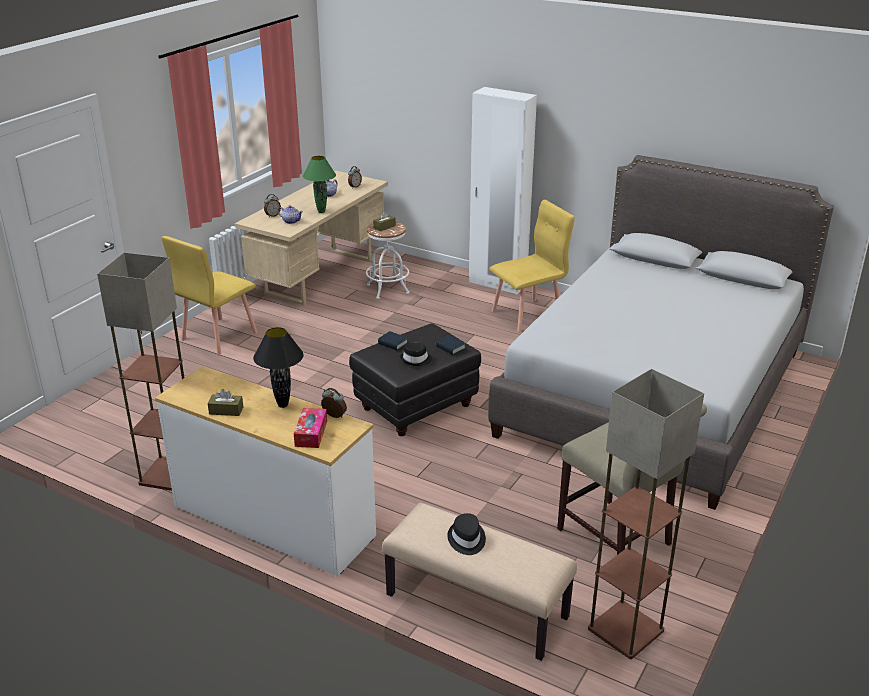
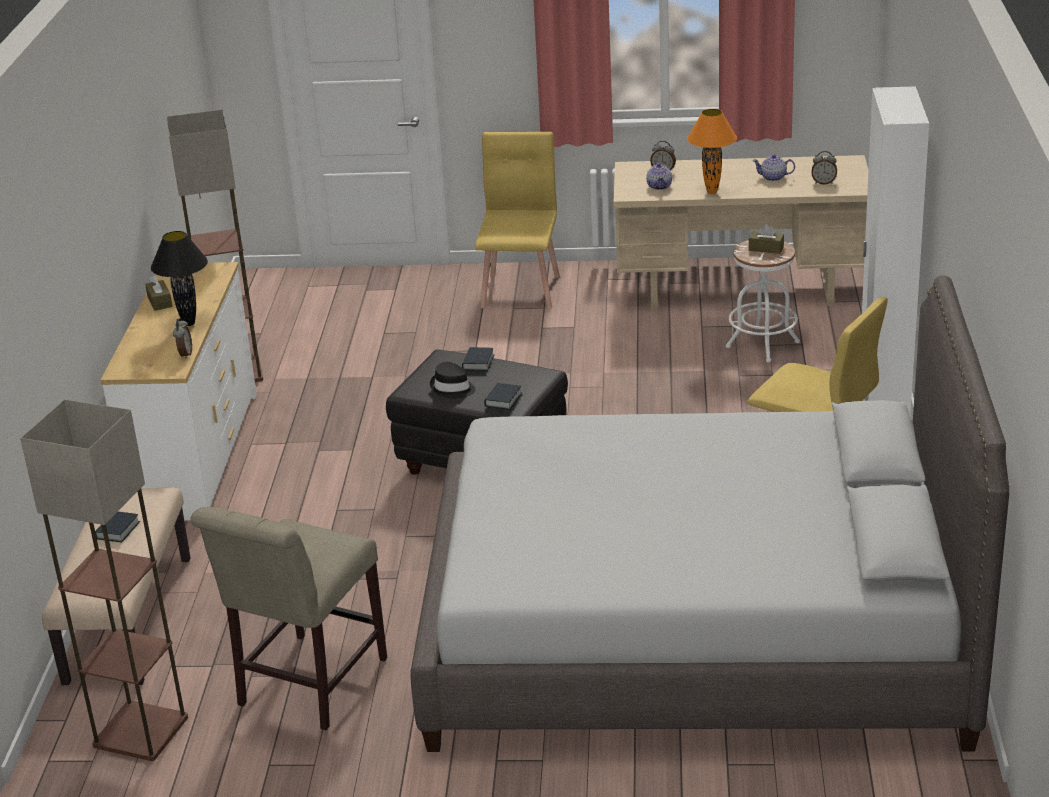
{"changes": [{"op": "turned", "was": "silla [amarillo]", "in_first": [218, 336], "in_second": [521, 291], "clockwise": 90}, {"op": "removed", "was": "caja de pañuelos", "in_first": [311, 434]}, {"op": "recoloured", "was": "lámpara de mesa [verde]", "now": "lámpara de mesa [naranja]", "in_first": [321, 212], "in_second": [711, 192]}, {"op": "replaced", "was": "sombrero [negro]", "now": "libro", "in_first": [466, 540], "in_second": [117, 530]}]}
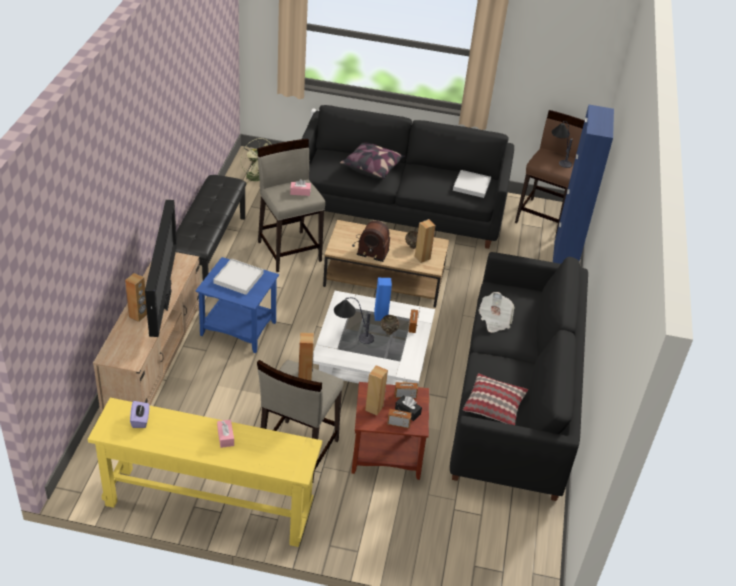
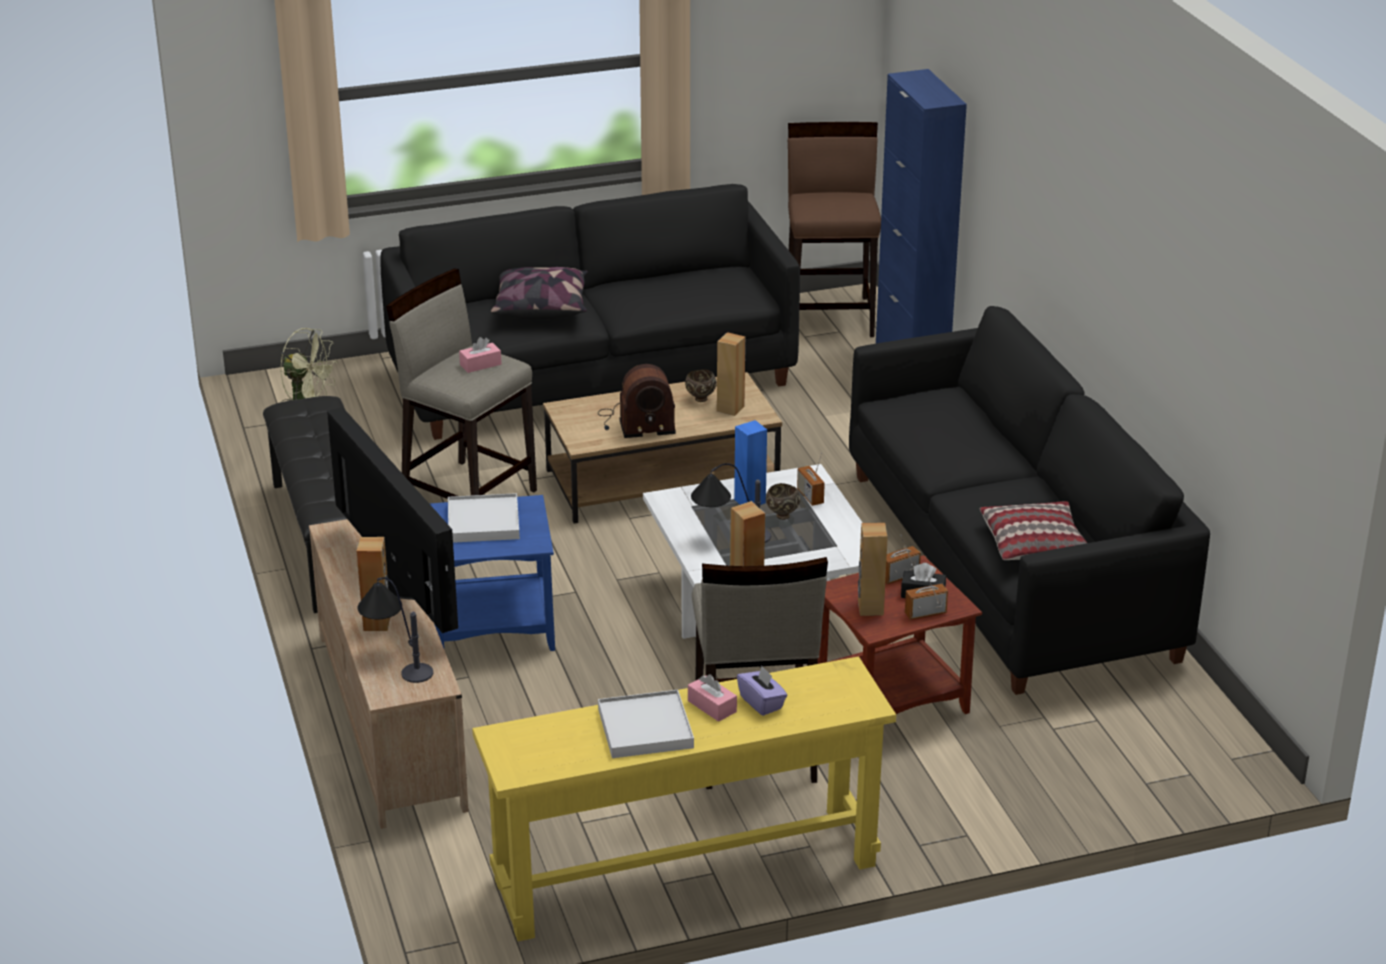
{"changes": [{"op": "moved", "was": "caja de pañuelos [morado]", "in_first": [140, 420], "in_second": [762, 703]}, {"op": "moved", "was": "bandeja [blanco]", "in_first": [471, 185], "in_second": [645, 728]}, {"op": "removed", "was": "periódico", "in_first": [494, 320]}, {"op": "moved", "was": "lámpara de mesa", "in_first": [559, 156], "in_second": [395, 660]}]}
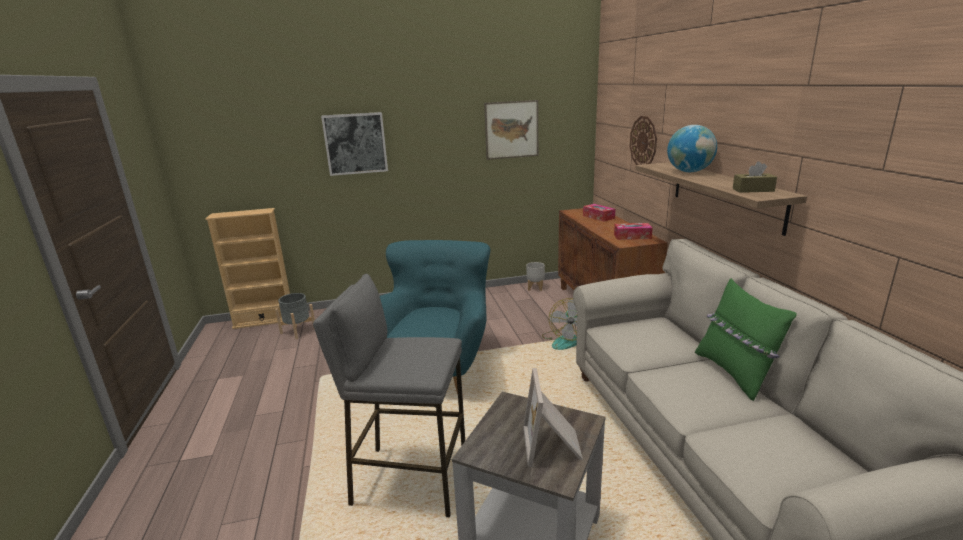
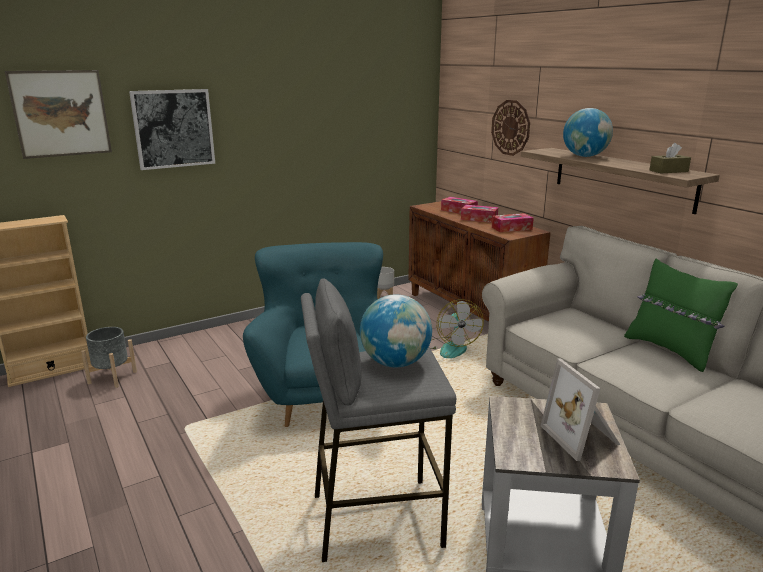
{"changes": [{"op": "moved", "was": "cuadro", "in_first": [511, 129], "in_second": [61, 113]}, {"op": "added", "now": "globo terráqueo", "in_second": [395, 363]}, {"op": "added", "now": "caja de pañuelos", "in_second": [479, 219]}]}
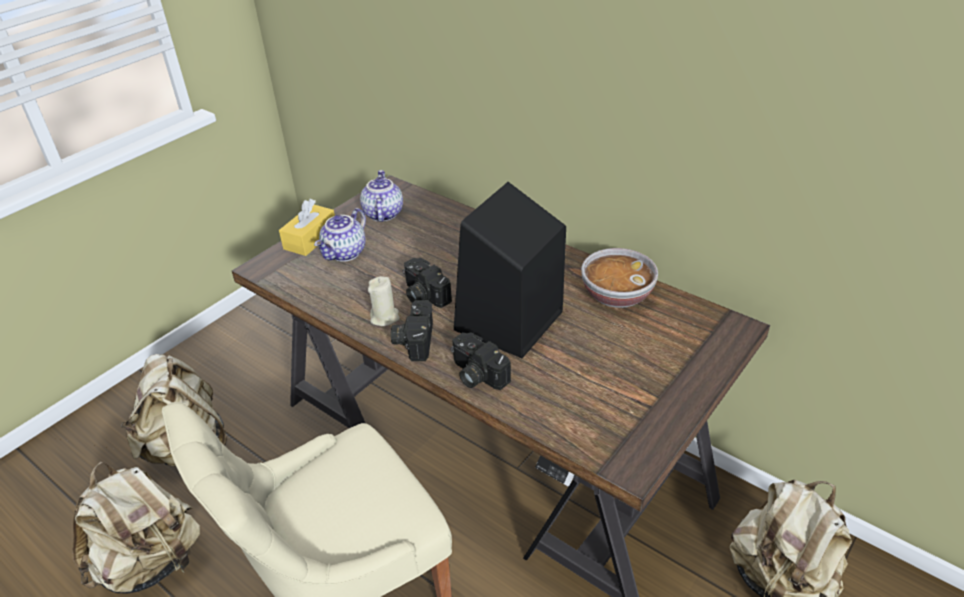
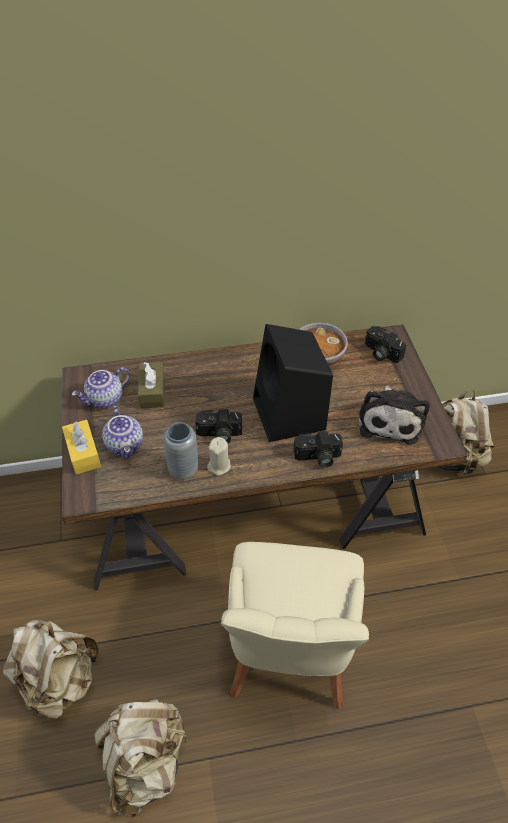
{"changes": [{"op": "turned", "was": "tetera", "in_first": [382, 214], "in_second": [105, 400], "clockwise": -75}, {"op": "moved", "was": "cámara", "in_first": [413, 339], "in_second": [380, 353]}, {"op": "added", "now": "caja de pañuelos [marrón]", "in_second": [152, 391]}, {"op": "added", "now": "florero [gris]", "in_second": [183, 470]}, {"op": "added", "now": "peluche", "in_second": [390, 419]}]}
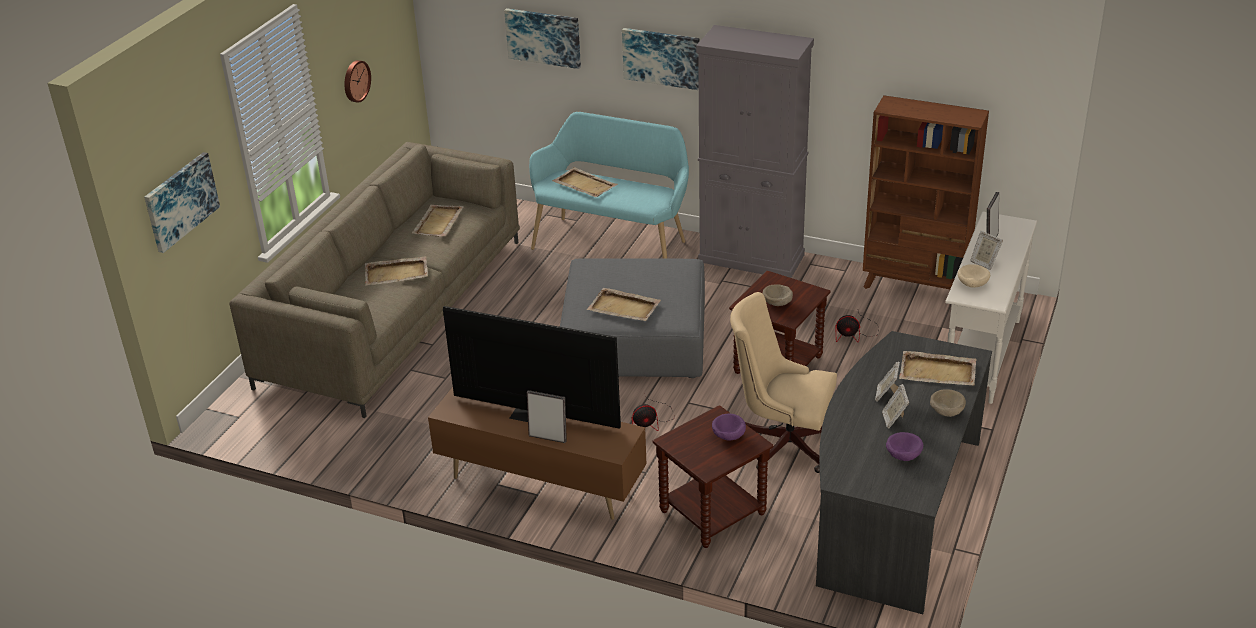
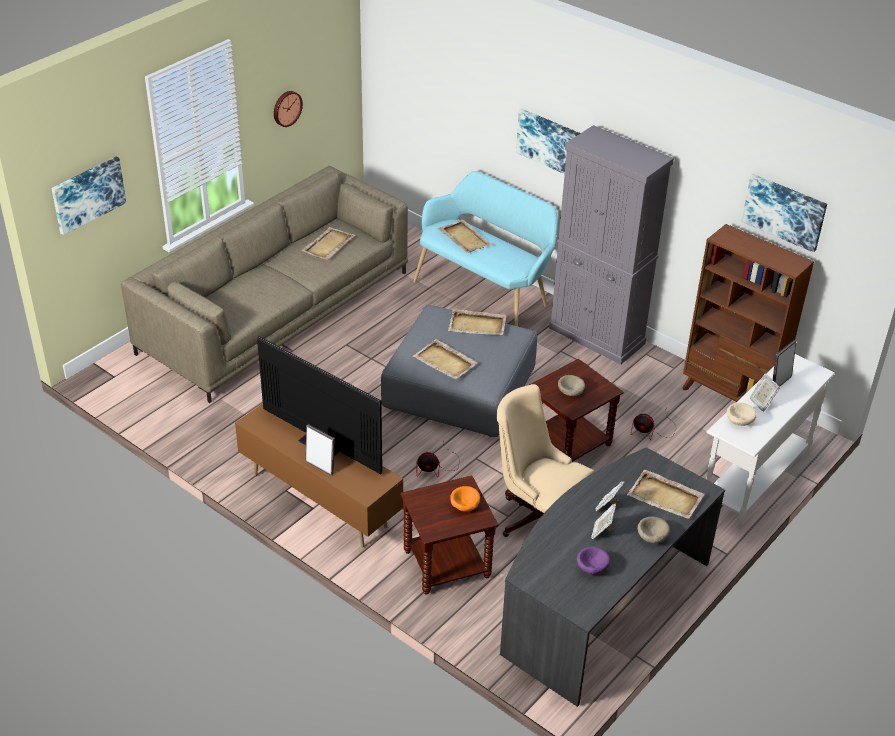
{"changes": [{"op": "moved", "was": "bandeja [beis]", "in_first": [397, 273], "in_second": [478, 325]}, {"op": "moved", "was": "cuadro", "in_first": [543, 37], "in_second": [784, 211]}, {"op": "recoloured", "was": "cuenco [morado]", "now": "cuenco [naranja]", "in_first": [728, 436], "in_second": [464, 506]}]}
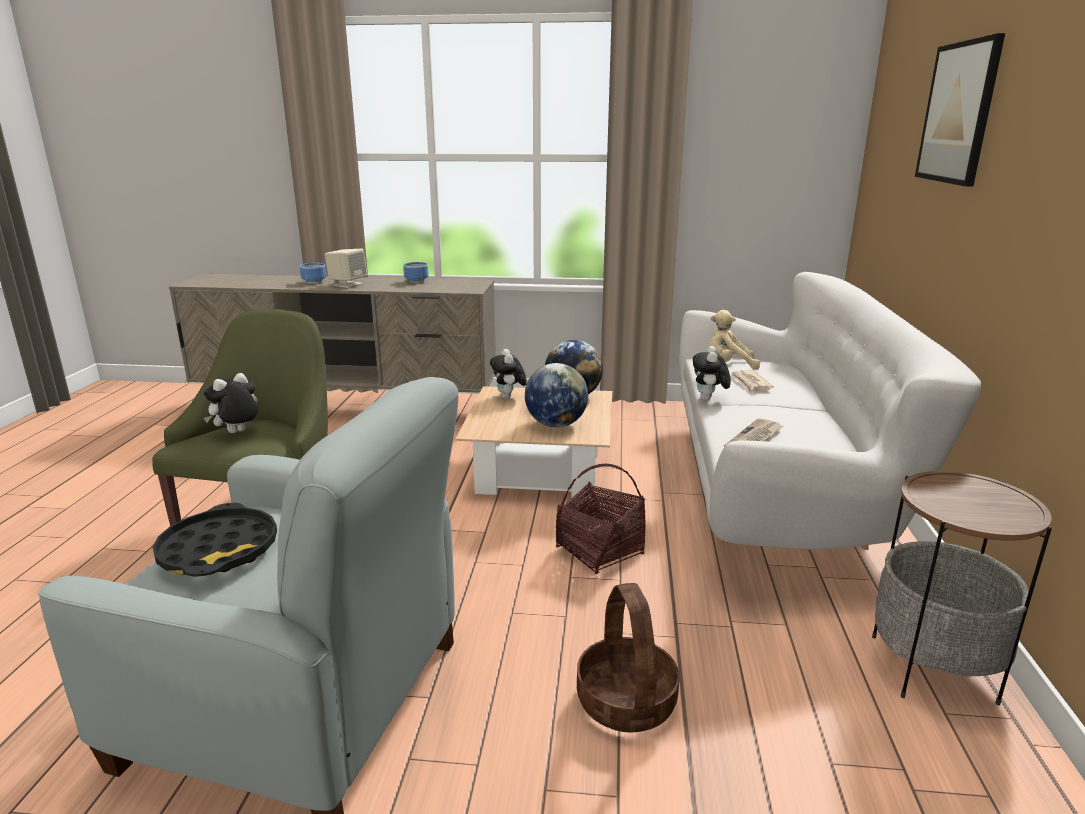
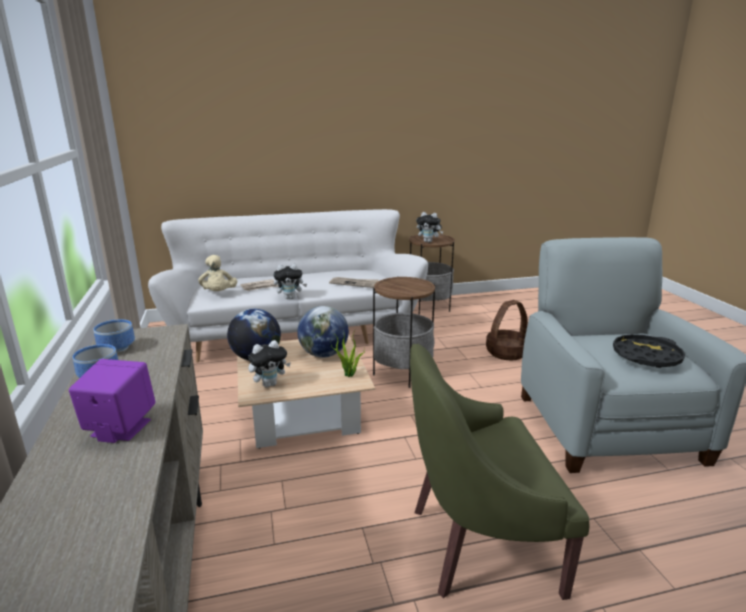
{"changes": [{"op": "moved", "was": "peluche", "in_first": [237, 433], "in_second": [429, 241]}, {"op": "moved", "was": "cuenco", "in_first": [314, 281], "in_second": [115, 348]}, {"op": "recoloured", "was": "altavoz [beis]", "now": "altavoz [morado]", "in_first": [348, 284], "in_second": [120, 428]}, {"op": "replaced", "was": "cesta", "now": "mesa auxiliar", "in_first": [600, 551], "in_second": [402, 372]}, {"op": "removed", "was": "cuadro", "in_first": [958, 113]}, {"op": "added", "now": "planta en maceta", "in_second": [349, 375]}]}
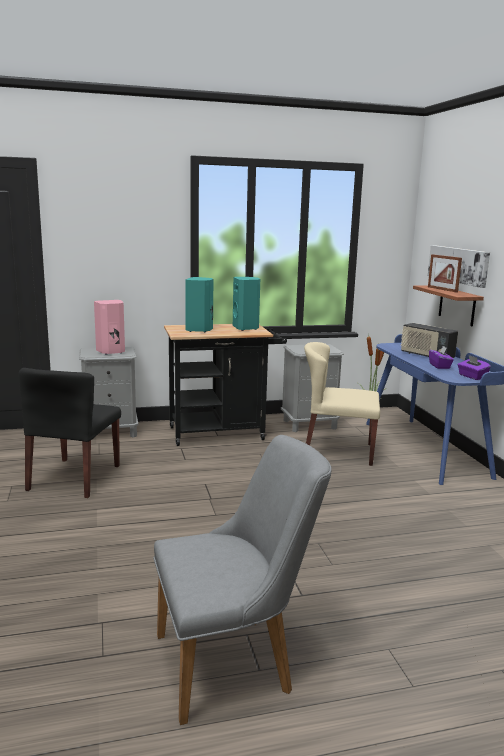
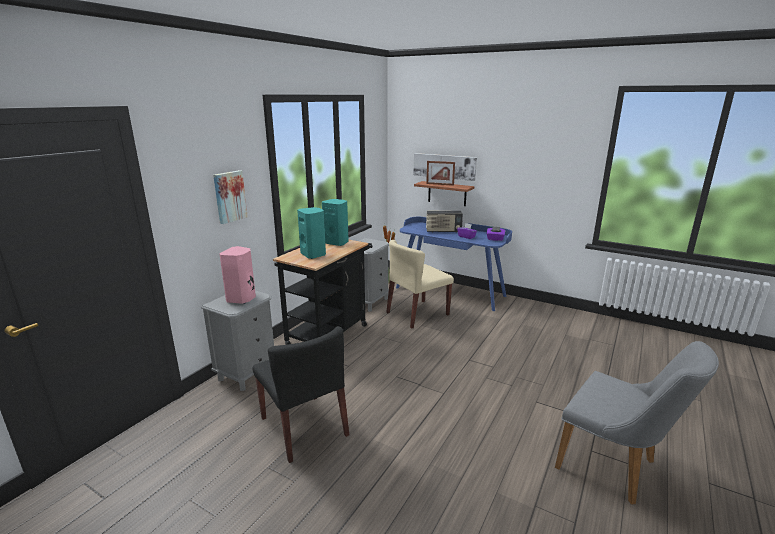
{"changes": [{"op": "turned", "was": "silla [gris]", "in_first": [236, 661], "in_second": [615, 468], "clockwise": 105}, {"op": "added", "now": "cuadro", "in_second": [229, 196]}]}
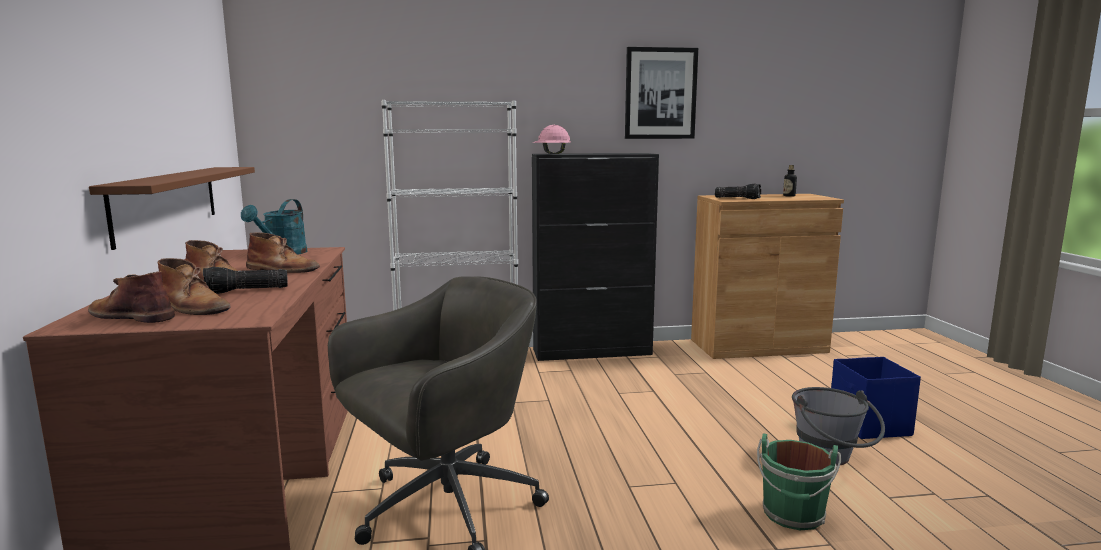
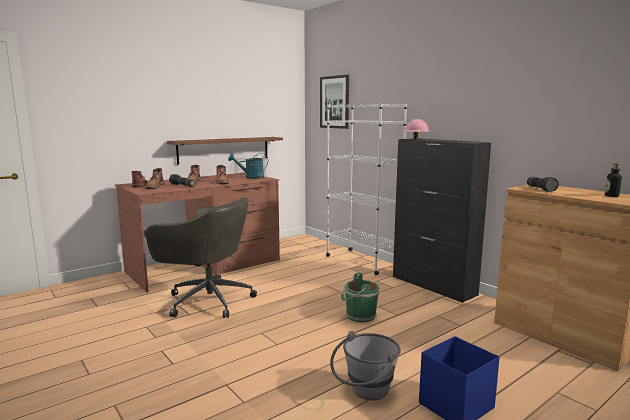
{"changes": [{"op": "moved", "was": "cuadro", "in_first": [660, 93], "in_second": [334, 102]}, {"op": "moved", "was": "cubo [verde]", "in_first": [793, 515], "in_second": [359, 316]}]}
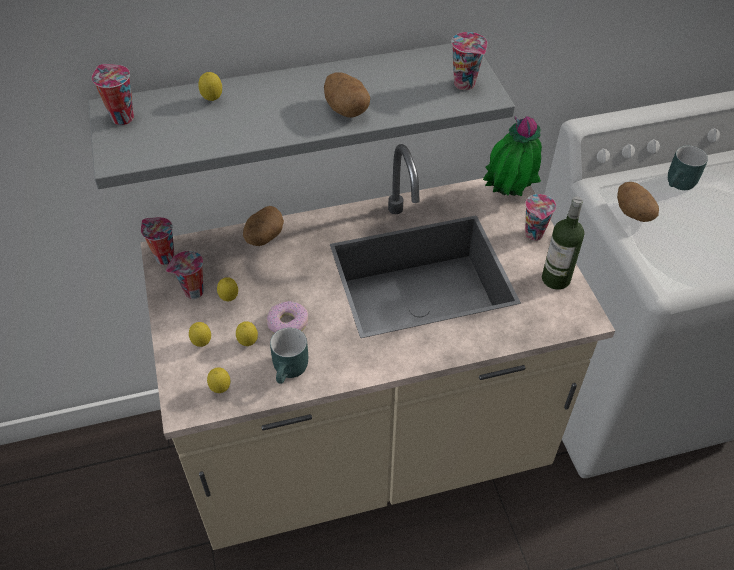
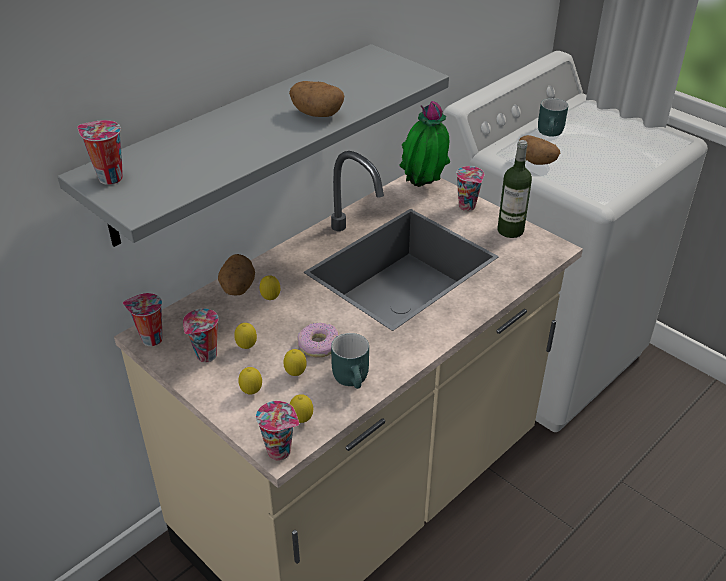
{"changes": [{"op": "moved", "was": "limón", "in_first": [212, 100], "in_second": [271, 299]}, {"op": "moved", "was": "taza", "in_first": [466, 84], "in_second": [281, 451]}]}
